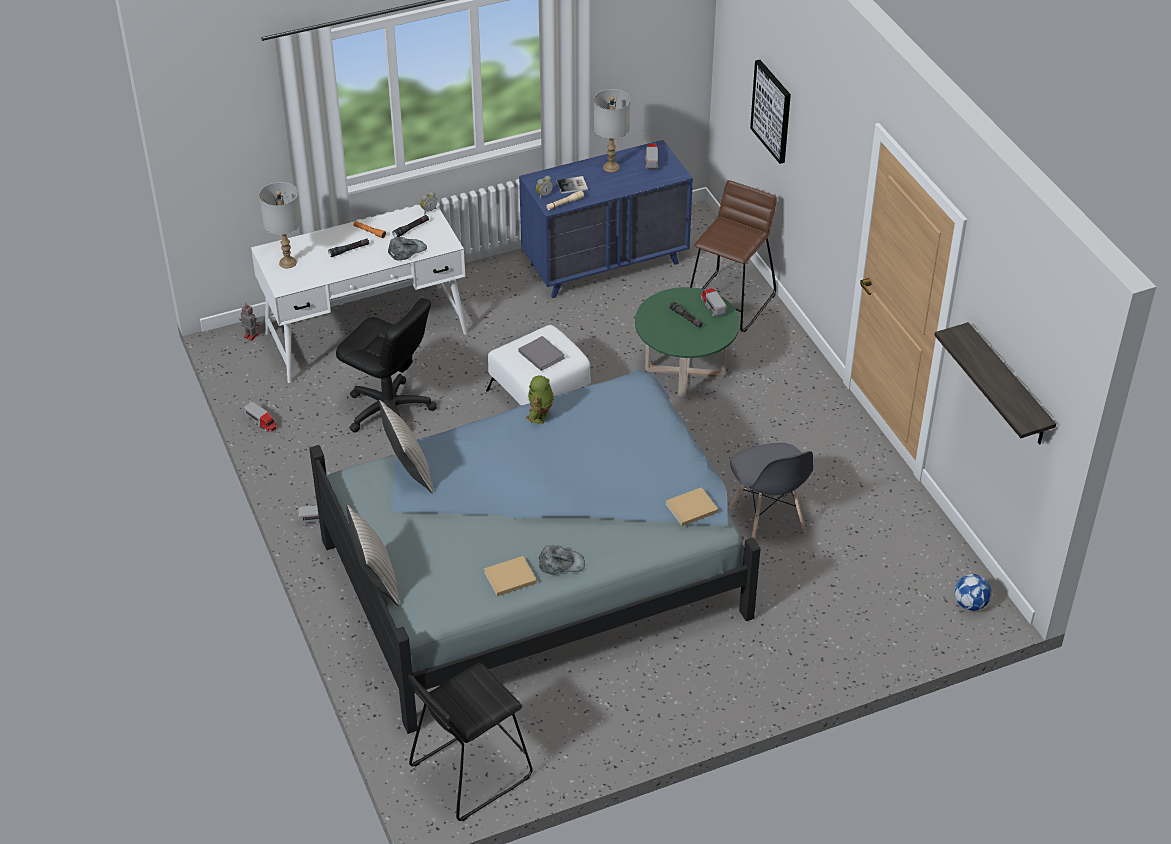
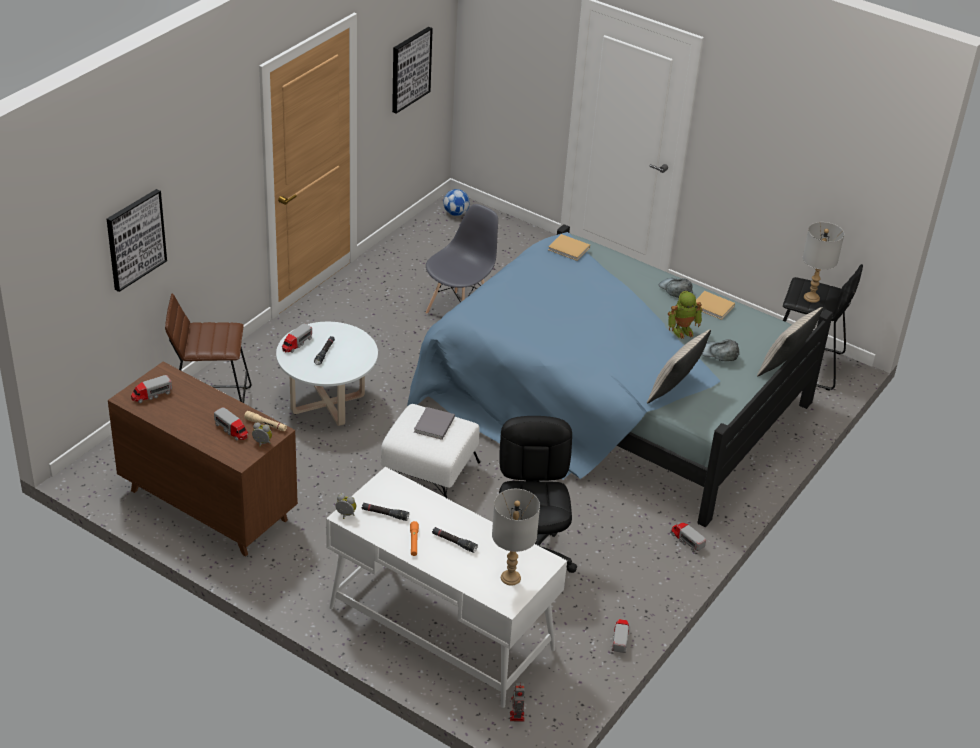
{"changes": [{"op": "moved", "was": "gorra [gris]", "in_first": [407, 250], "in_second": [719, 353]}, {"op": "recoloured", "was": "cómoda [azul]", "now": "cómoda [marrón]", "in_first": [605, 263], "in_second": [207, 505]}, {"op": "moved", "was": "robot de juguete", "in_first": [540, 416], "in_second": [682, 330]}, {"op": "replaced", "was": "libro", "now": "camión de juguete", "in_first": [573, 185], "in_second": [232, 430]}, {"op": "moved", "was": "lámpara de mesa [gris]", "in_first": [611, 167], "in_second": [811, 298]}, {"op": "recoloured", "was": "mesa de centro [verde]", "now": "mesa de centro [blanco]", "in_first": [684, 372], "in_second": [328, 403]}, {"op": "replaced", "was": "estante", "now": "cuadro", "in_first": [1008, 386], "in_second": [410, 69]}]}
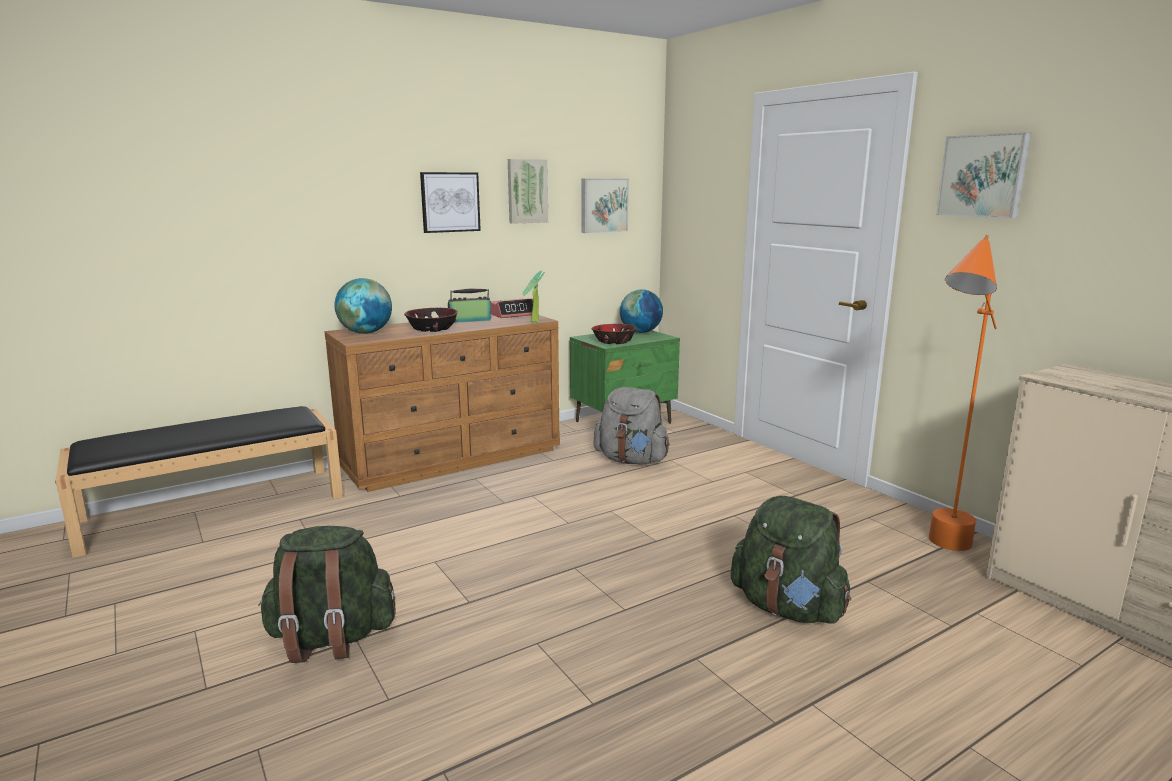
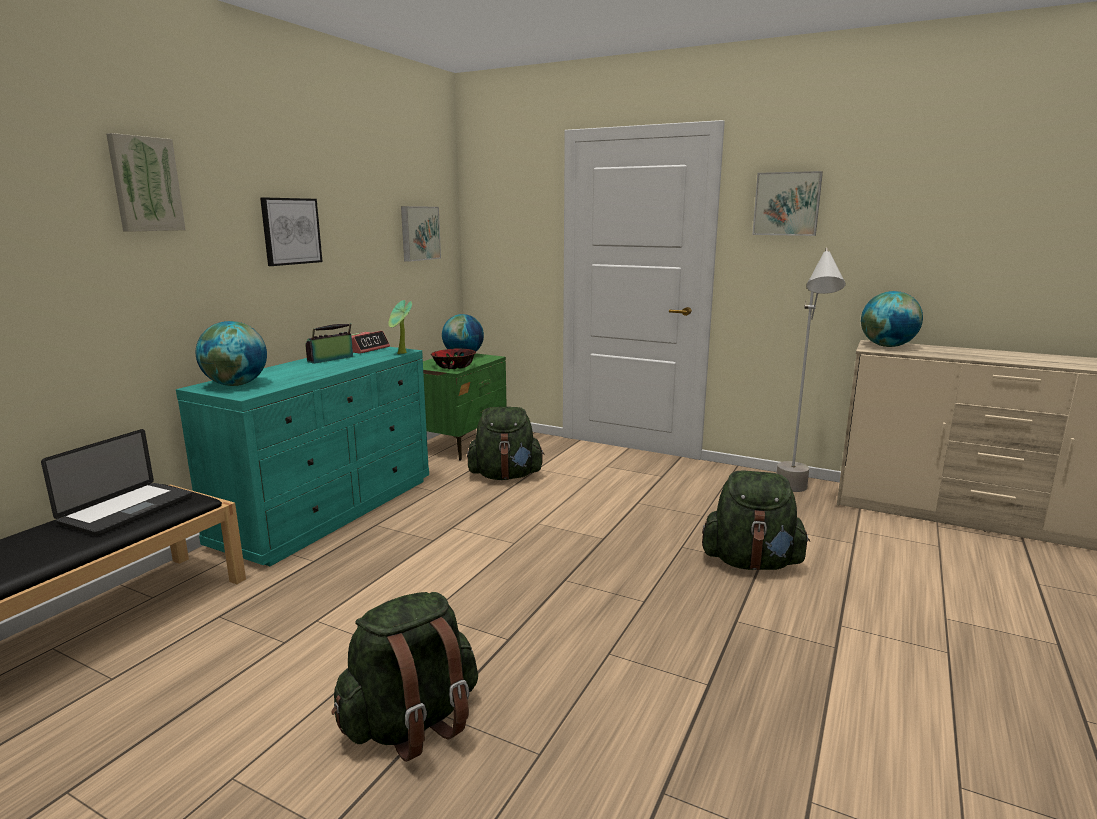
{"changes": [{"op": "recoloured", "was": "cómoda [marrón]", "now": "cómoda [turquesa]", "in_first": [454, 458], "in_second": [330, 510]}, {"op": "removed", "was": "cuenco", "in_first": [432, 329]}, {"op": "moved", "was": "cuadro", "in_first": [527, 191], "in_second": [145, 184]}, {"op": "recoloured", "was": "mochila [gris]", "now": "mochila [verde]", "in_first": [631, 460], "in_second": [505, 476]}, {"op": "recoloured", "was": "lámpara de pie [naranja]", "now": "lámpara de pie [gris]", "in_first": [940, 553], "in_second": [795, 496]}, {"op": "added", "now": "portátil", "in_second": [127, 510]}, {"op": "added", "now": "globo terráqueo", "in_second": [887, 346]}]}
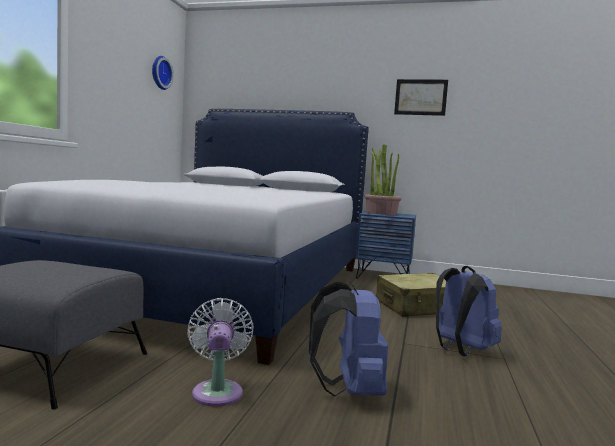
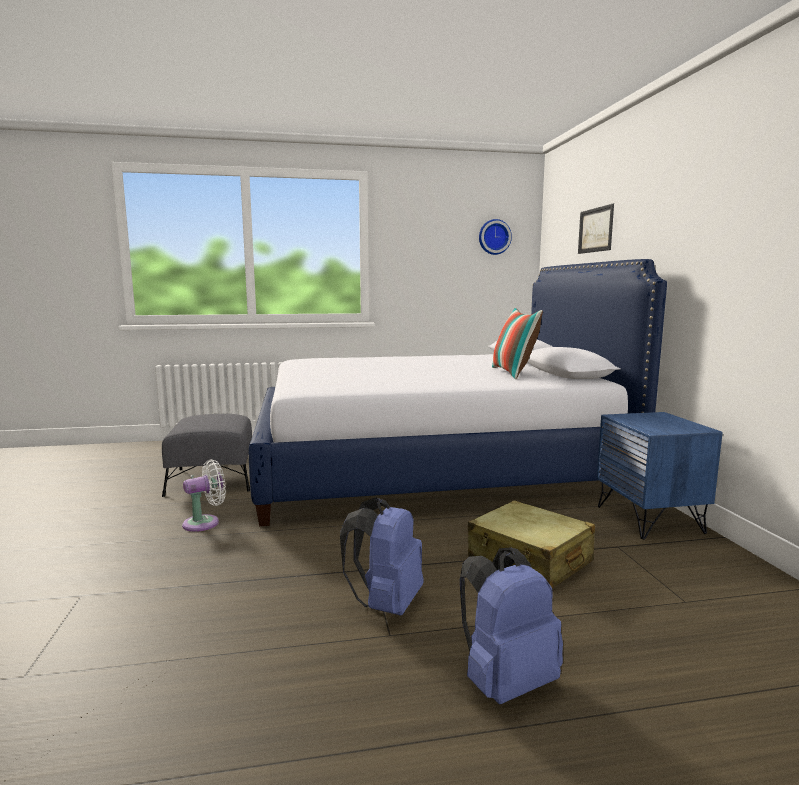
{"changes": [{"op": "moved", "was": "mochila [azul]", "in_first": [349, 391], "in_second": [505, 681]}, {"op": "removed", "was": "planta en maceta", "in_first": [381, 213]}, {"op": "moved", "was": "cuadro", "in_first": [420, 97], "in_second": [595, 230]}, {"op": "added", "now": "cojín", "in_second": [513, 373]}]}
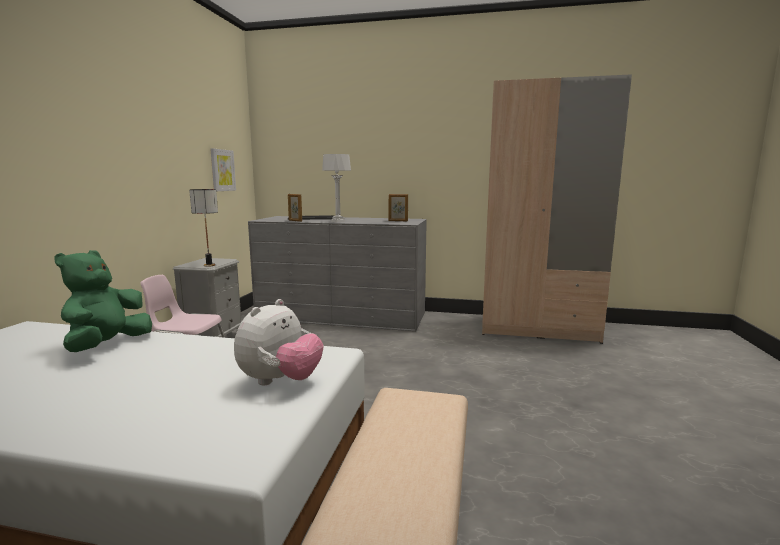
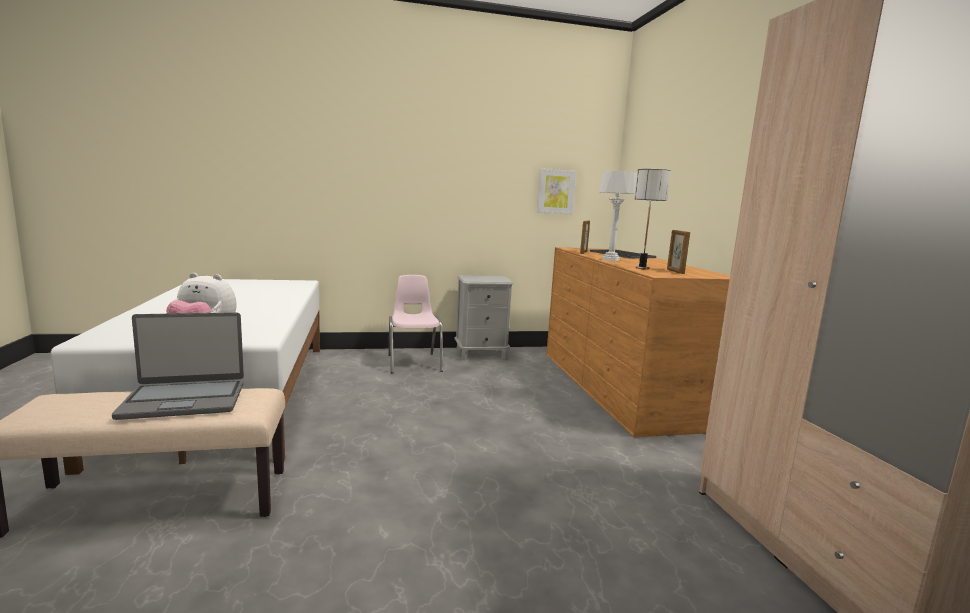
{"changes": [{"op": "removed", "was": "peluche [verde]", "in_first": [107, 345]}, {"op": "moved", "was": "lámpara de mesa", "in_first": [209, 265], "in_second": [642, 268]}, {"op": "recoloured", "was": "cómoda [gris]", "now": "cómoda [marrón]", "in_first": [342, 316], "in_second": [617, 387]}, {"op": "added", "now": "portátil", "in_second": [184, 400]}]}
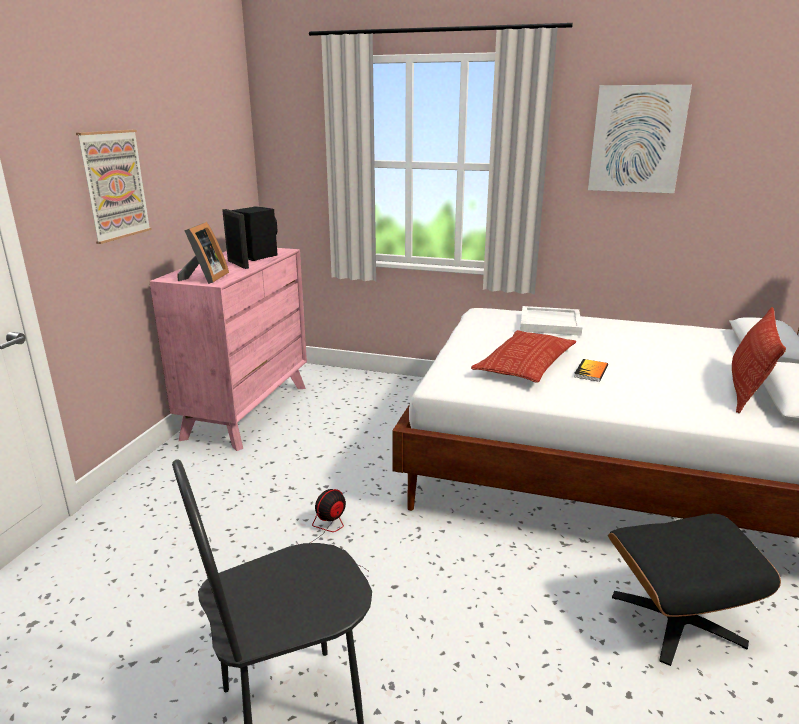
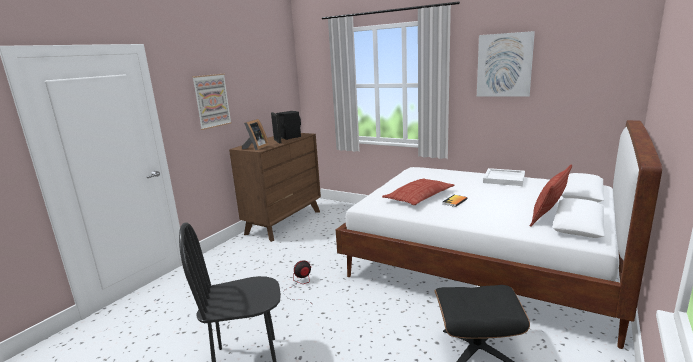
{"changes": [{"op": "recoloured", "was": "cómoda [rosa]", "now": "cómoda [marrón]", "in_first": [247, 411], "in_second": [284, 222]}, {"op": "moved", "was": "bandeja [blanco]", "in_first": [550, 323], "in_second": [504, 179]}]}
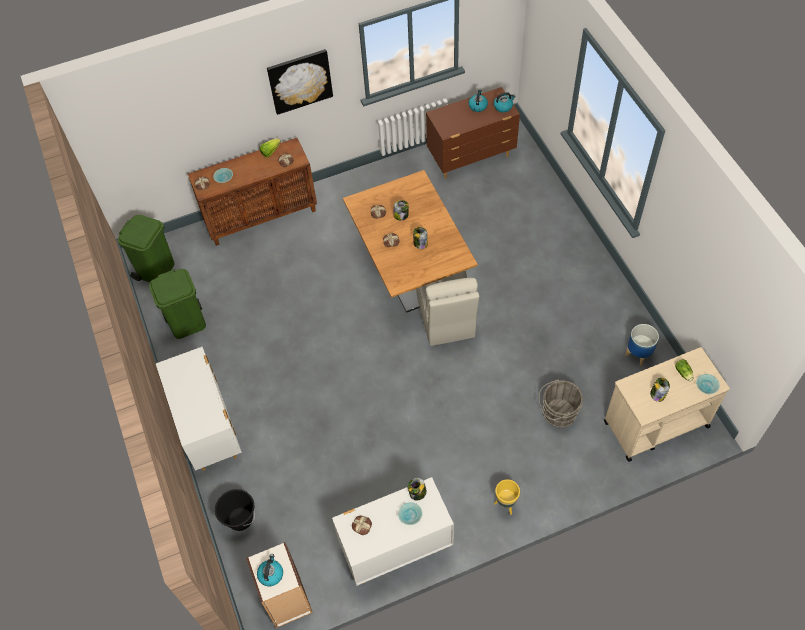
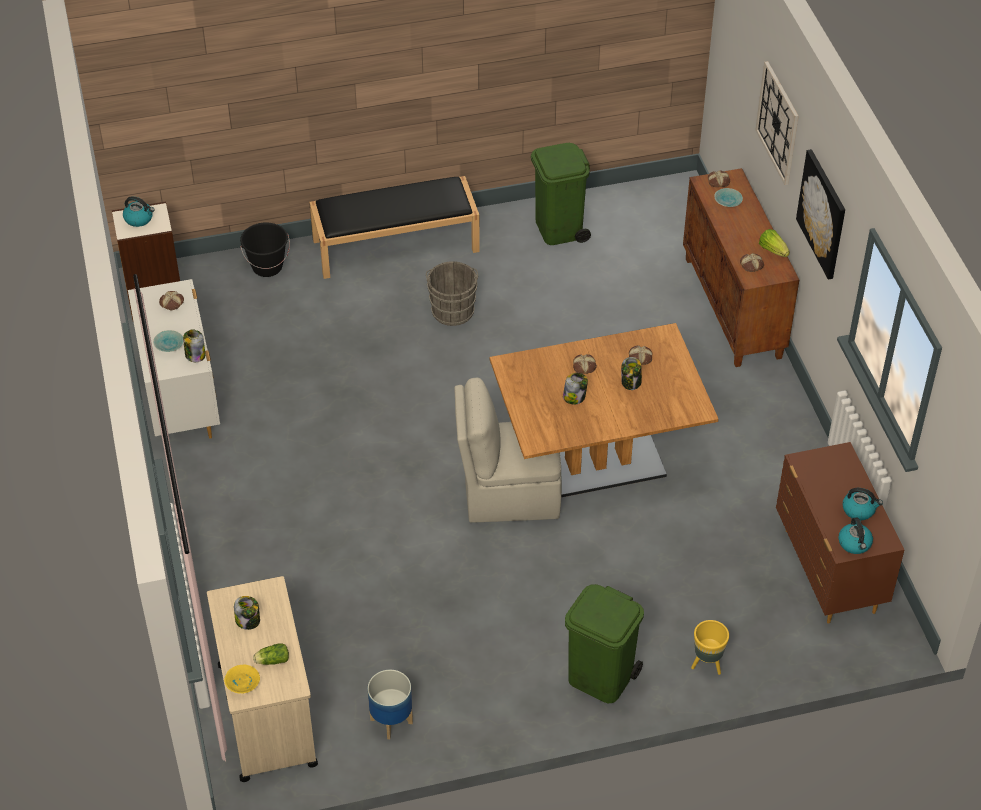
{"changes": [{"op": "moved", "was": "papelera [verde]", "in_first": [156, 270], "in_second": [601, 678]}, {"op": "replaced", "was": "cómoda [blanco]", "now": "banco [negro]", "in_first": [209, 428], "in_second": [396, 244]}, {"op": "moved", "was": "maceta [amarillo]", "in_first": [505, 504], "in_second": [707, 664]}, {"op": "moved", "was": "cubo [gris]", "in_first": [557, 414], "in_second": [452, 309]}, {"op": "recoloured", "was": "cuenco [turquesa]", "now": "cuenco [amarillo]", "in_first": [706, 386], "in_second": [242, 682]}, {"op": "added", "now": "reloj de pared", "in_second": [778, 122]}]}
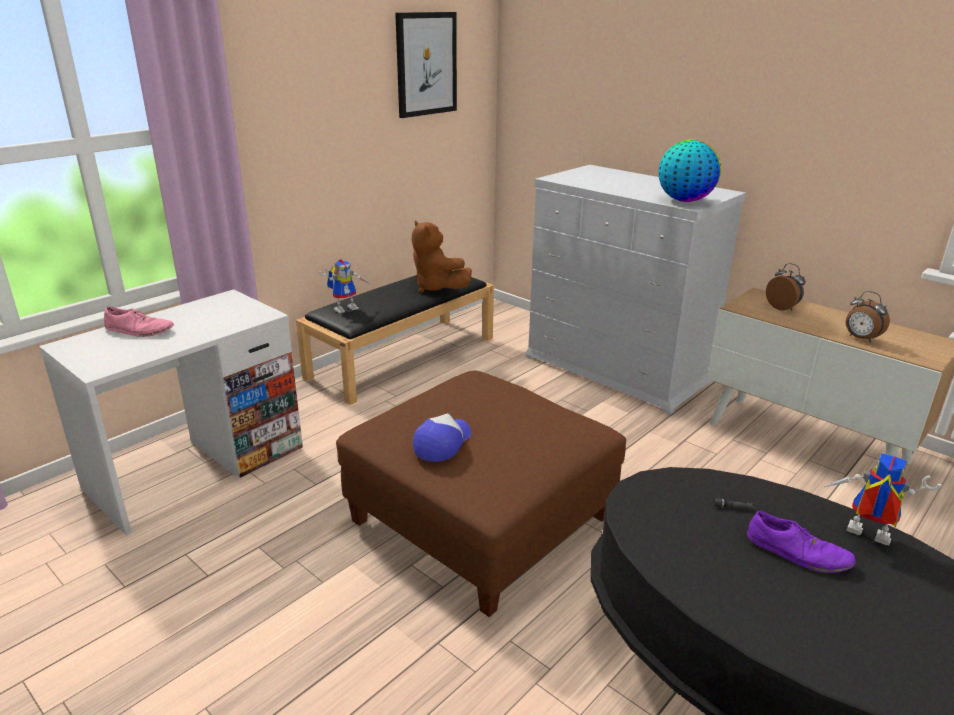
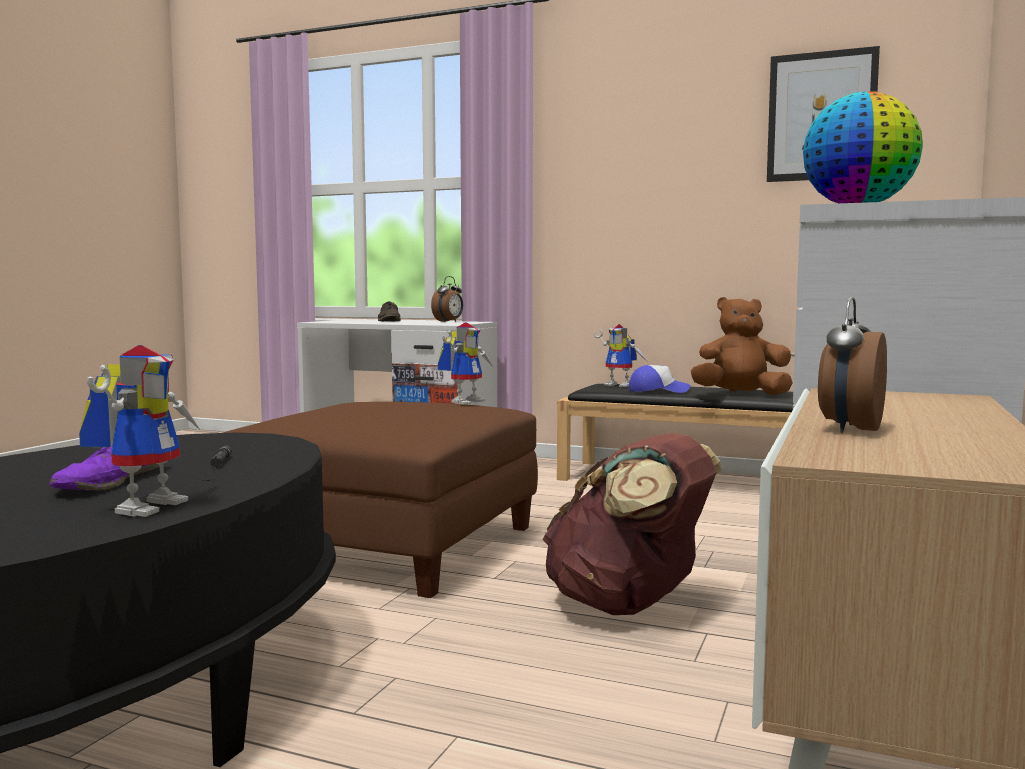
{"changes": [{"op": "recoloured", "was": "zapato [rosa]", "now": "zapato [marrón]", "in_first": [139, 330], "in_second": [389, 321]}, {"op": "turned", "was": "peluche [marrón]", "in_first": [437, 288], "in_second": [740, 395], "clockwise": 60}, {"op": "moved", "was": "gorra", "in_first": [442, 443], "in_second": [658, 391]}, {"op": "moved", "was": "despertador", "in_first": [782, 307], "in_second": [448, 322]}, {"op": "added", "now": "robot de juguete", "in_second": [465, 401]}, {"op": "added", "now": "mochila [marrón]", "in_second": [629, 605]}]}
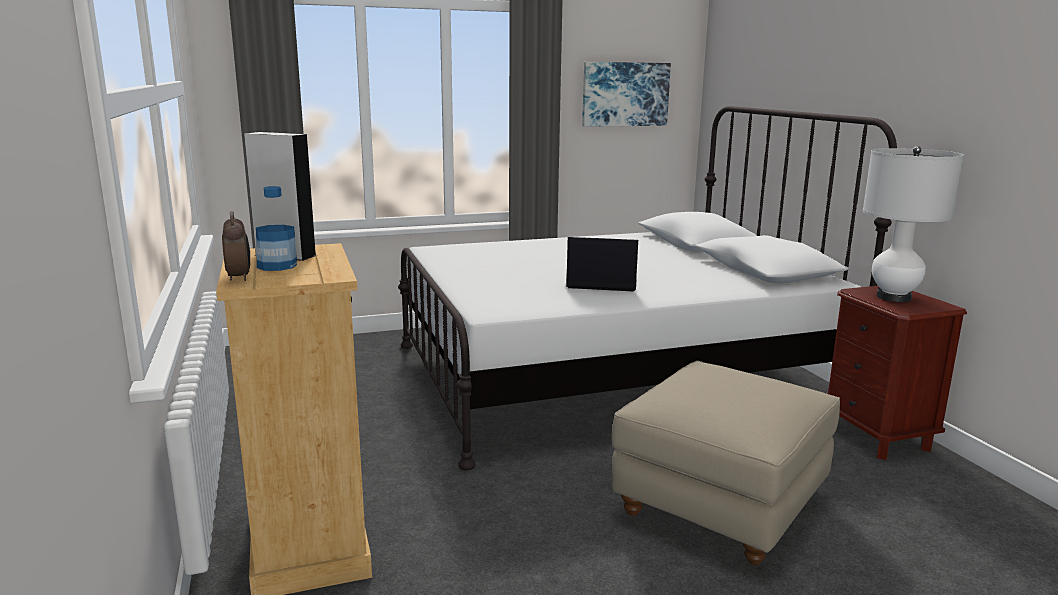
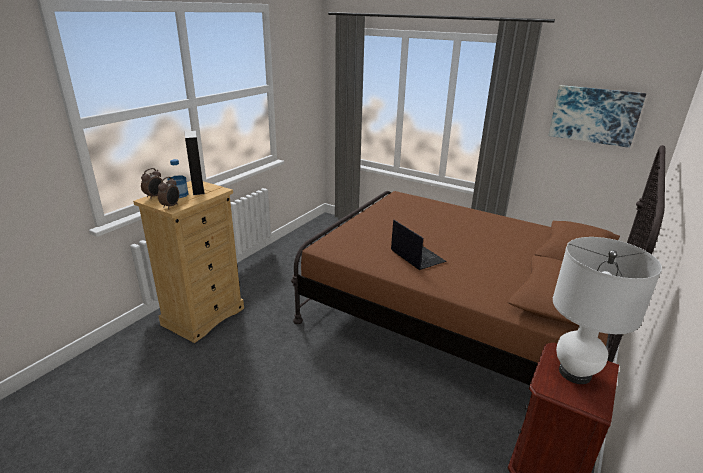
{"changes": [{"op": "recoloured", "was": "cama [blanco]", "now": "cama [marrón]", "in_first": [611, 374], "in_second": [457, 316]}, {"op": "removed", "was": "puf [beis]", "in_first": [720, 506]}, {"op": "added", "now": "despertador", "in_second": [171, 206]}]}
